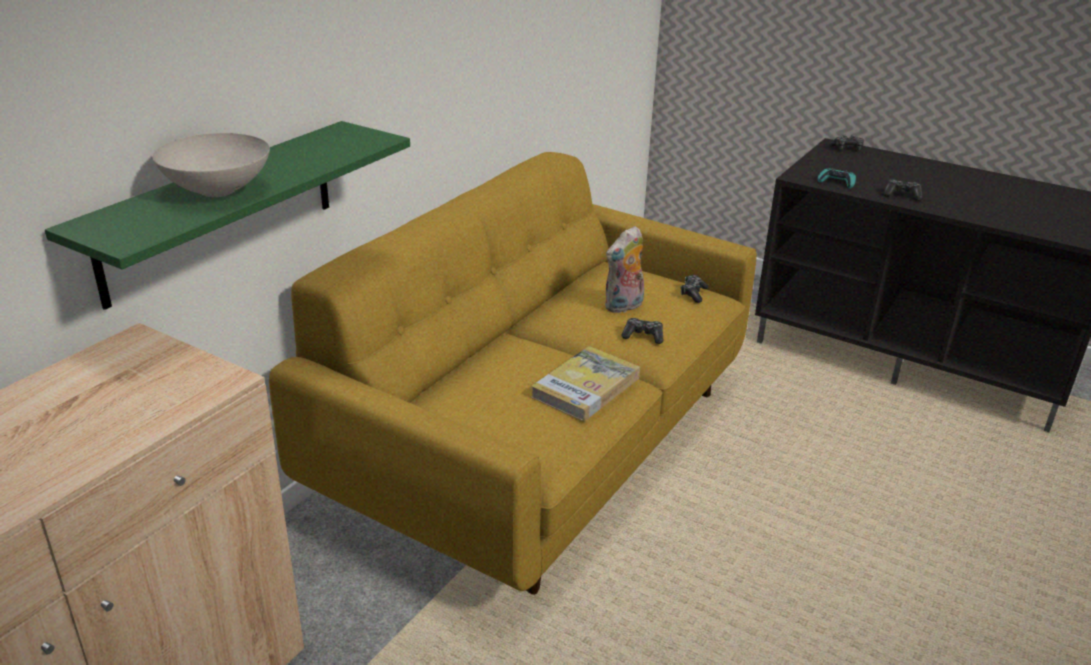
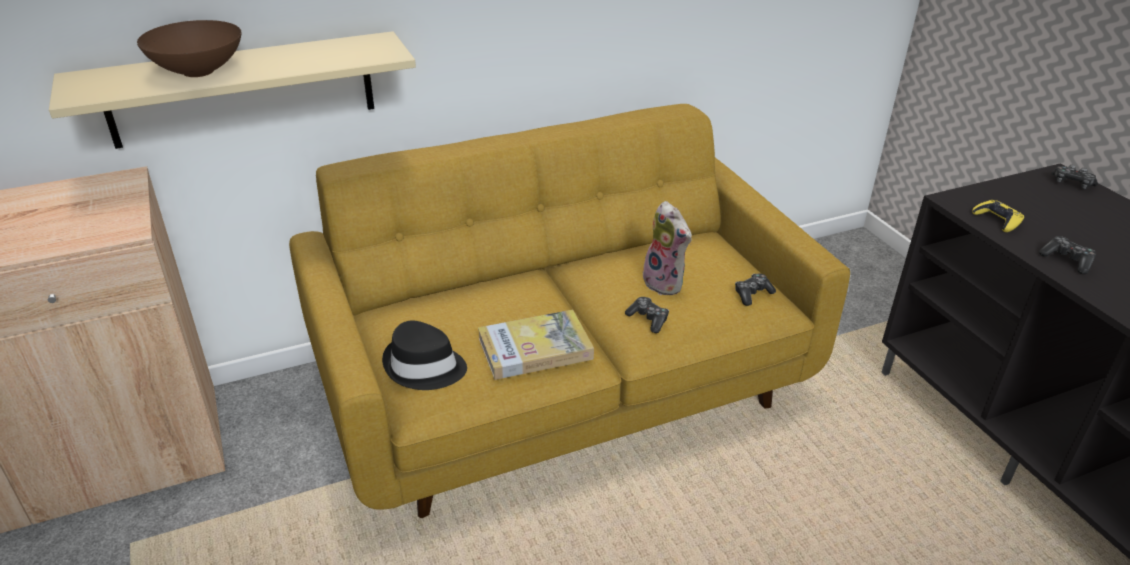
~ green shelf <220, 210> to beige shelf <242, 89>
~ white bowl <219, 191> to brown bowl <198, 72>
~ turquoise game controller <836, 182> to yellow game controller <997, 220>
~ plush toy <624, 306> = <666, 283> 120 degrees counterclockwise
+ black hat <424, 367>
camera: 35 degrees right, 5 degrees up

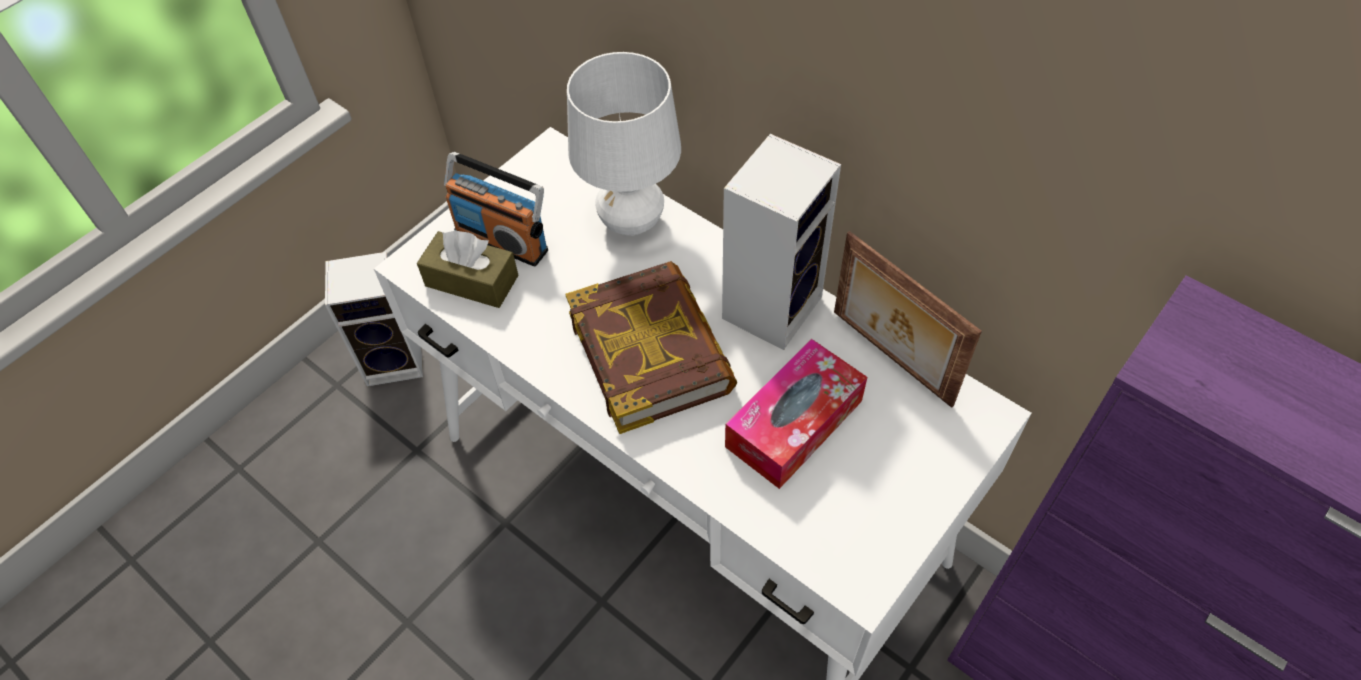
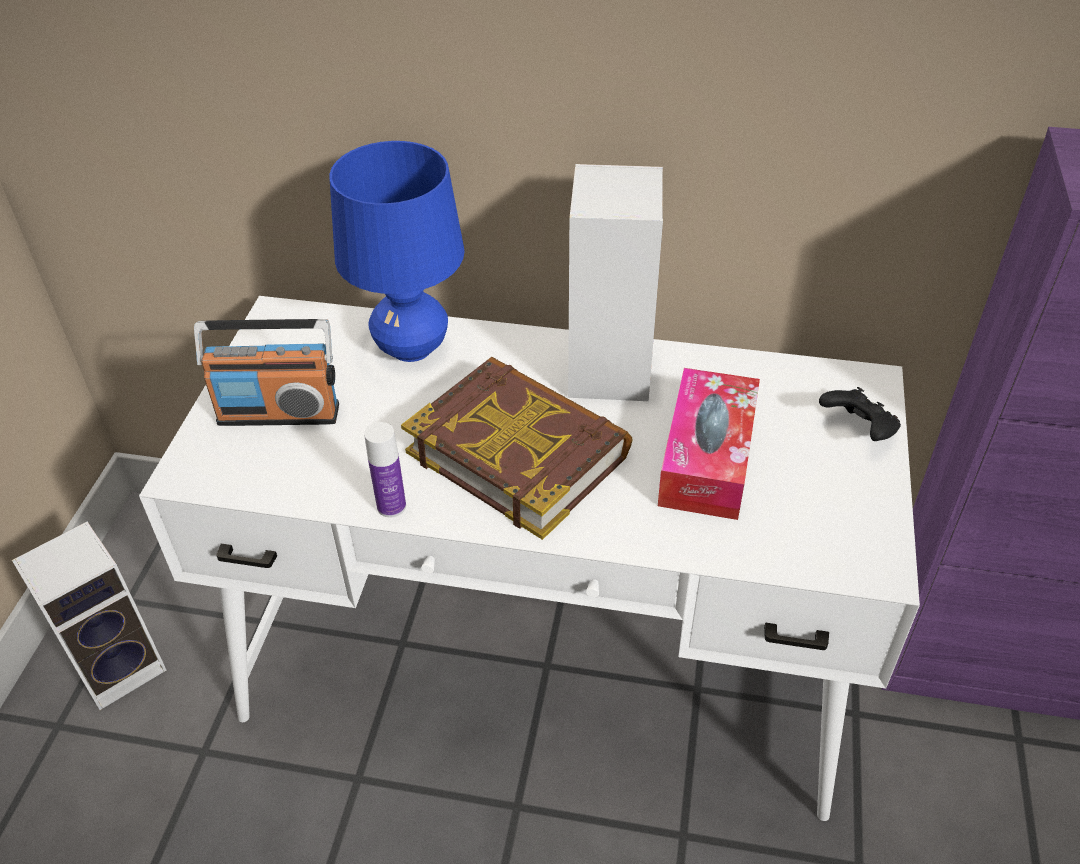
~ white table lamp <632, 222> to blue table lamp <412, 348>
- brown tissue box <472, 280>
- picture frame <889, 359>
+ black game controller <858, 430>
+ bottle <391, 506>
camera: 30 degrees left, 10 degrees down

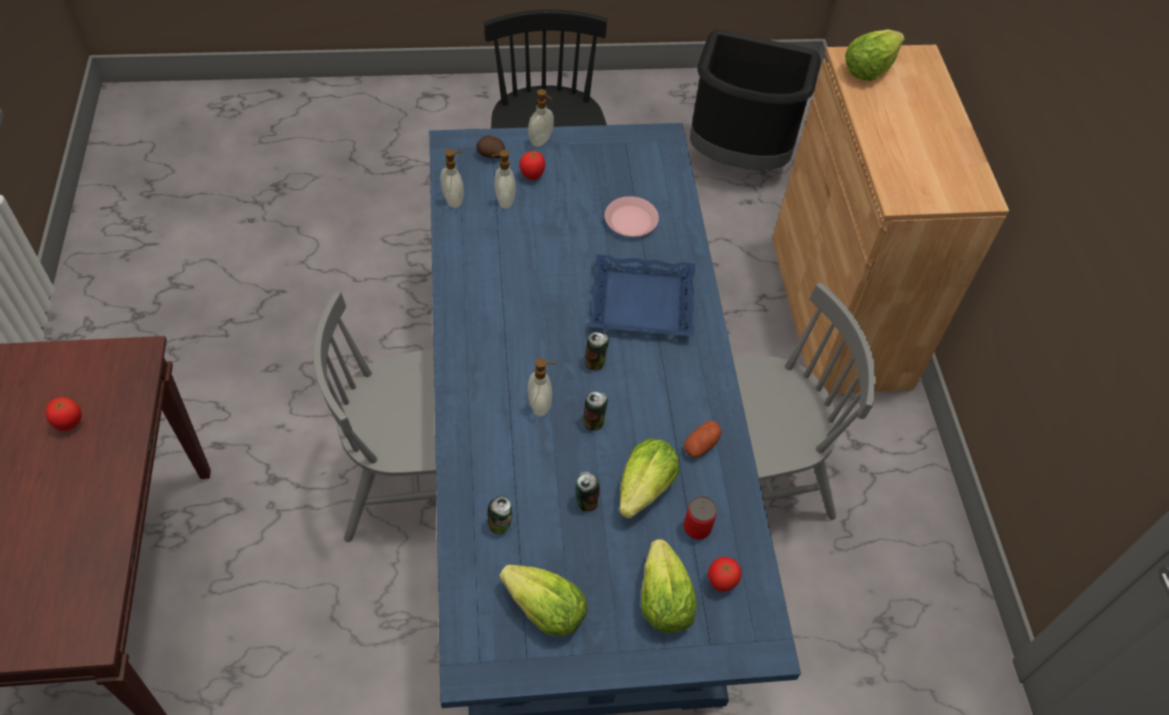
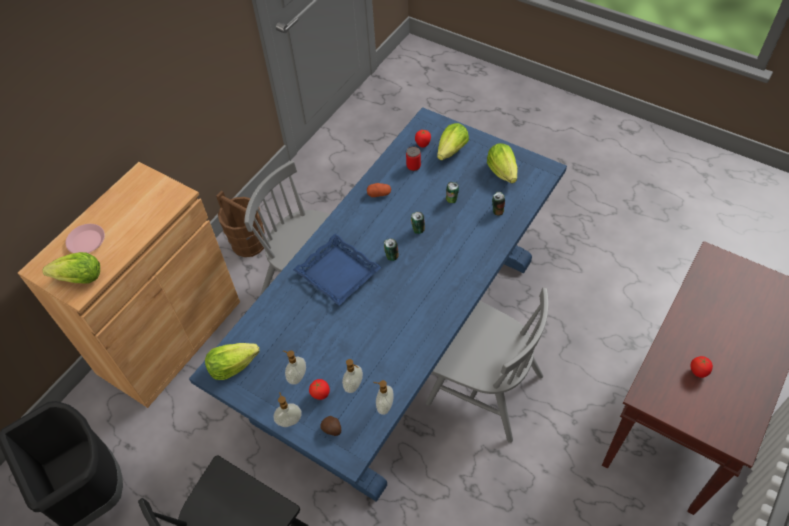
~ pink plate <631, 221> to <86, 241>
~ soap dispenser <540, 405> to <297, 377>
~ lettuce <645, 488> to <232, 366>
+ brown bucket <248, 243>
camera: 135 degrees left, 0 degrees up

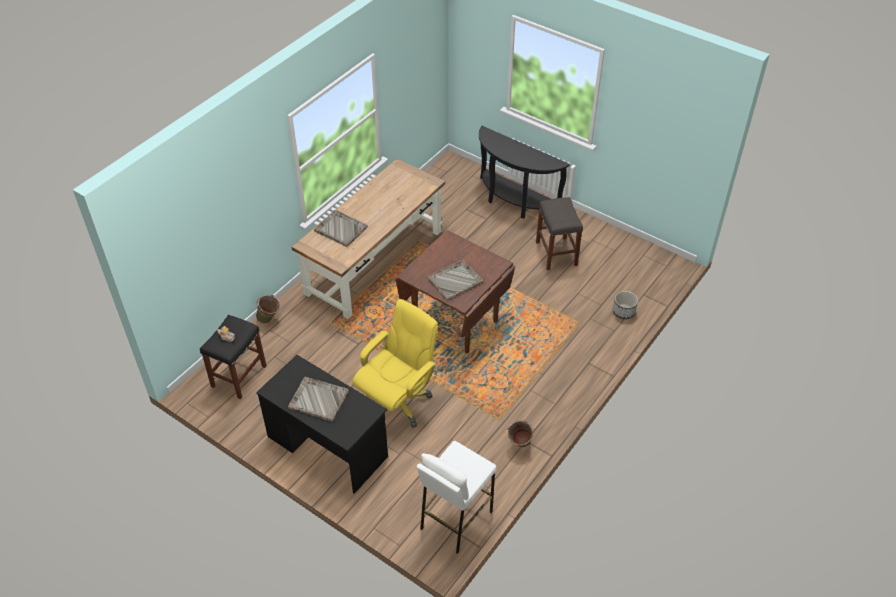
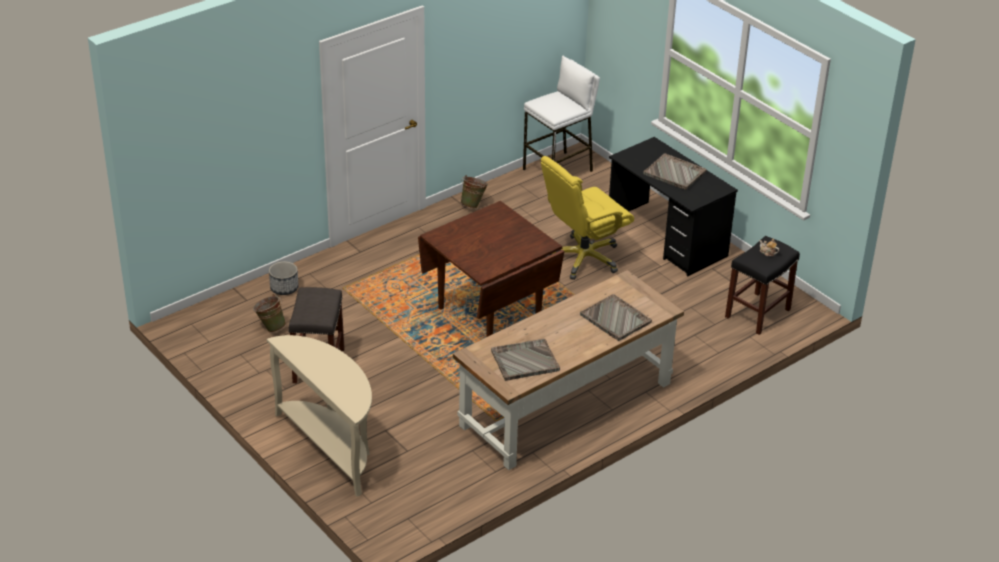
~ black console table <513, 202> to beige console table <332, 447>
~ grey tray <455, 280> to <524, 361>
~ green bucket <269, 319> to <270, 327>
camera: 165 degrees left, 10 degrees down

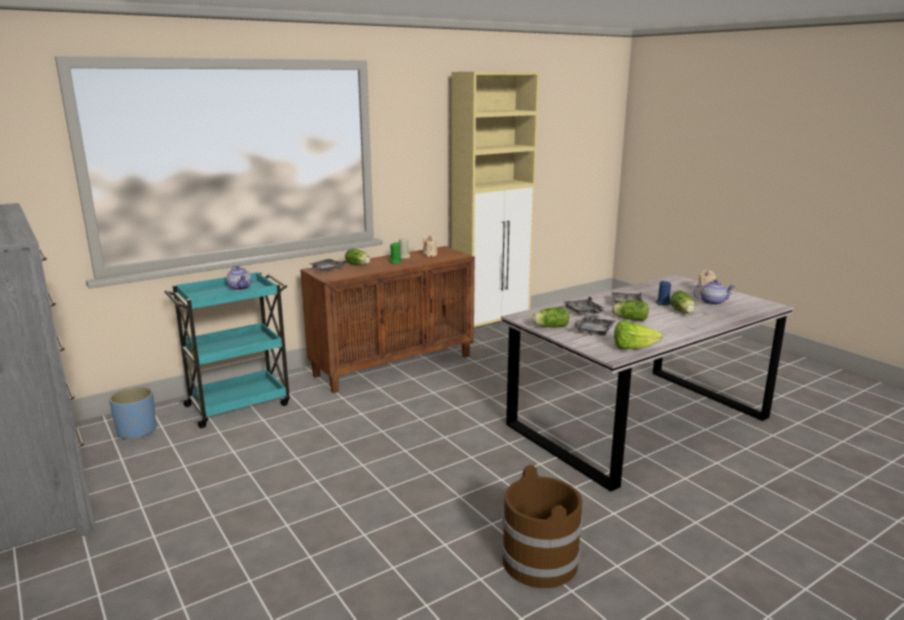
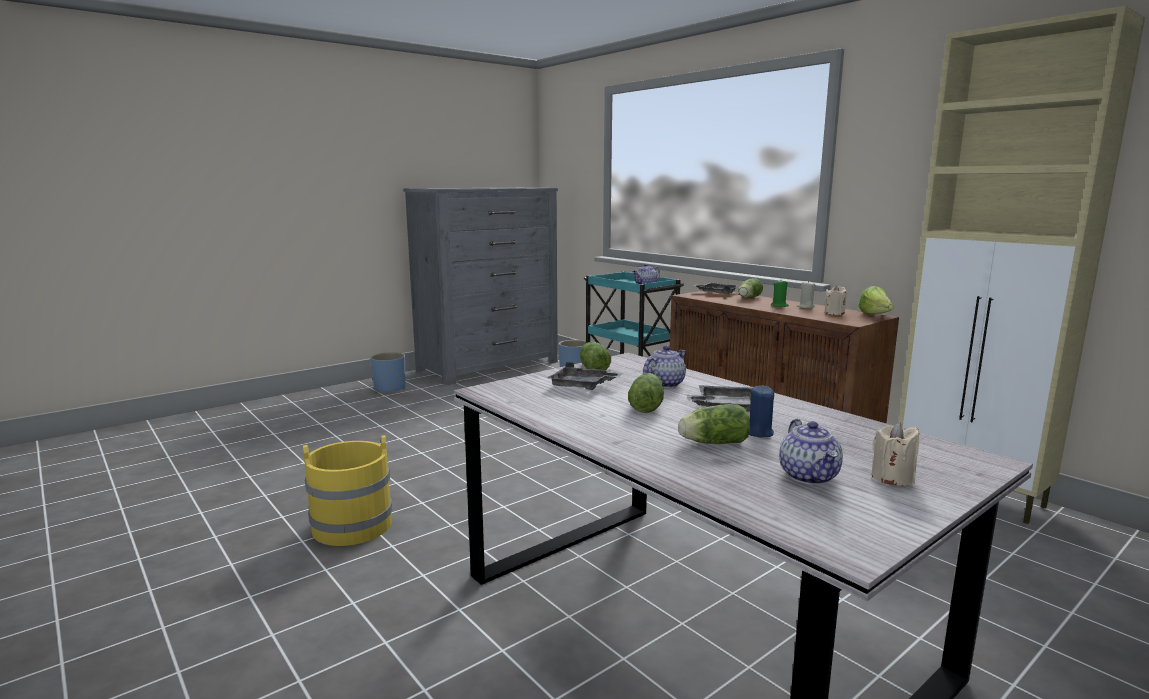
~ grey tray <584, 312> to teapot <664, 384>
~ lettuce <633, 348> to <876, 316>
~ brown bucket <540, 562> to yellow bucket <351, 526>
+ blue planter <390, 389>
camera: 85 degrees right, 5 degrees down

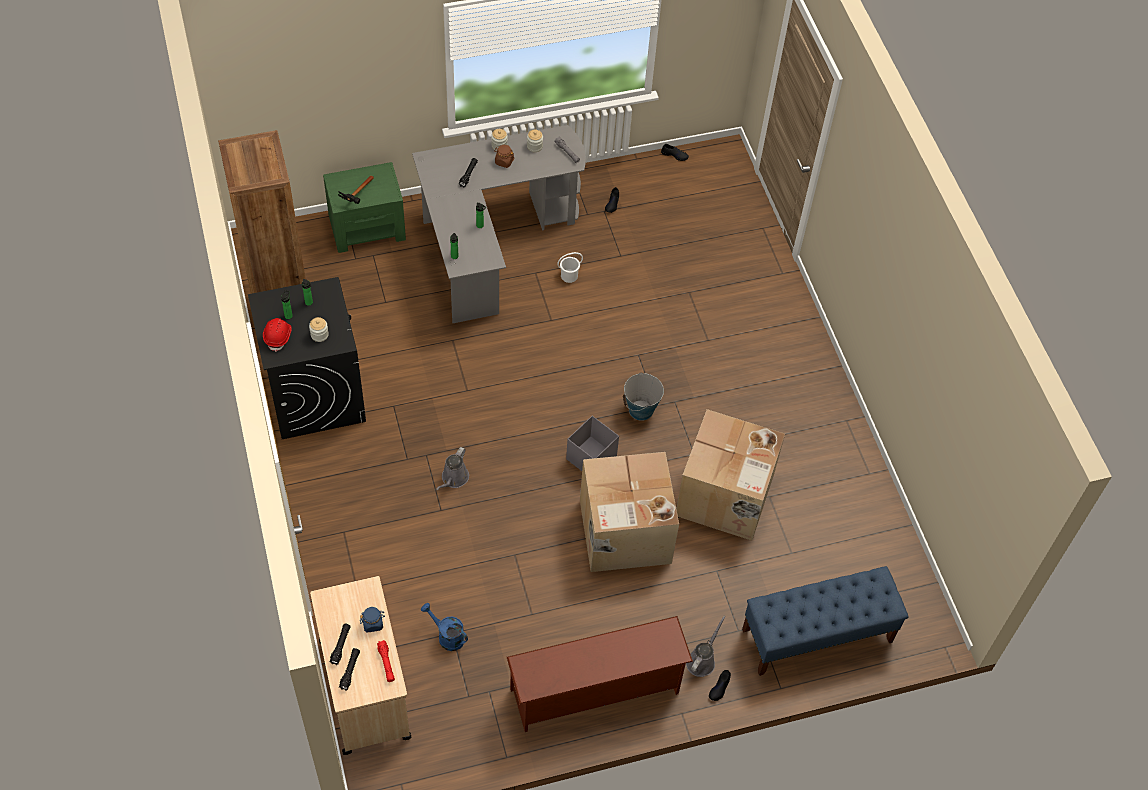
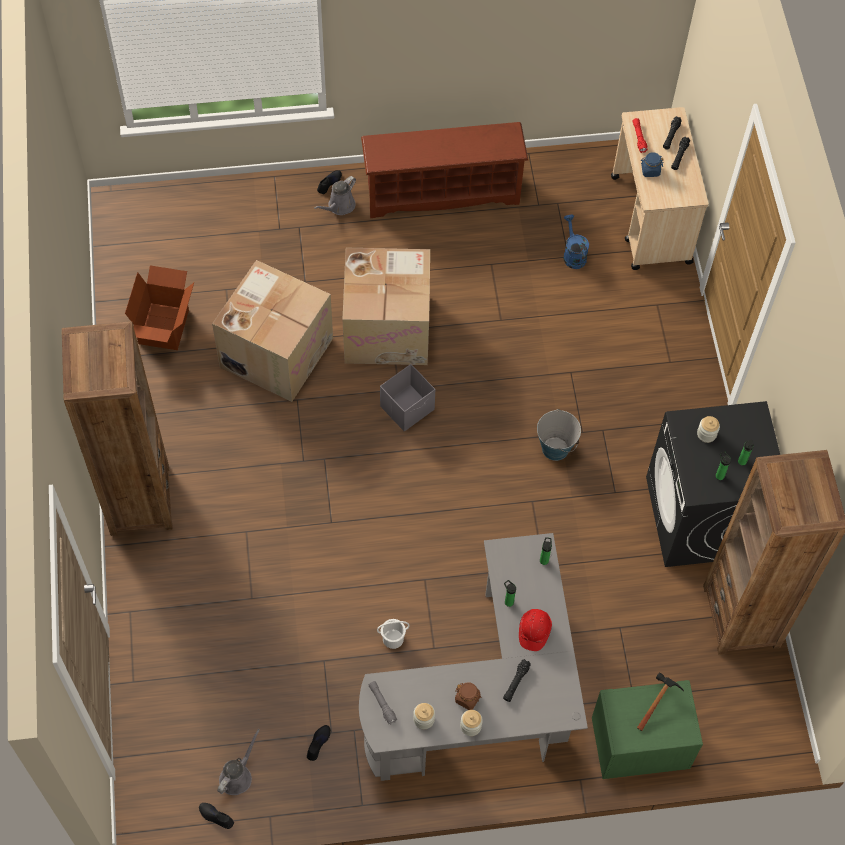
~ red hard hat <278, 336> to <534, 631>
~ bucket <641, 410> to <555, 448>
~ grey watering can <454, 479> to <237, 776>
- blue bench <816, 636>
~ blue watering can <447, 636> = <573, 254> 150 degrees counterclockwise
+ cardboard box <165, 327>
+ brown bookcase <139, 500>
camera: 170 degrees left, 5 degrees up

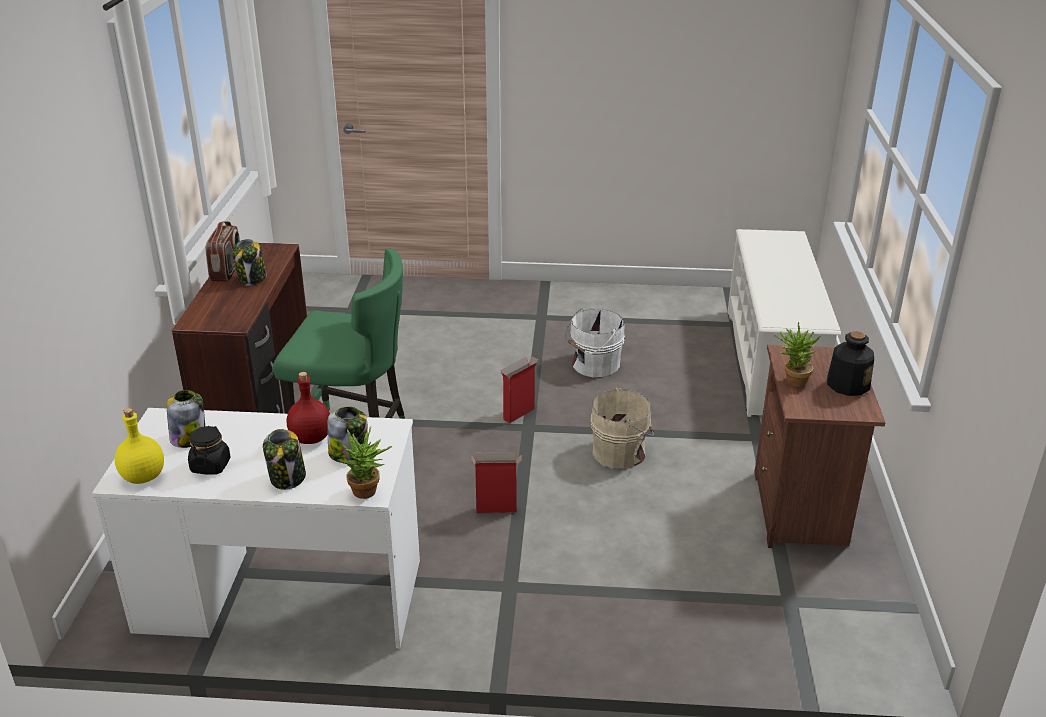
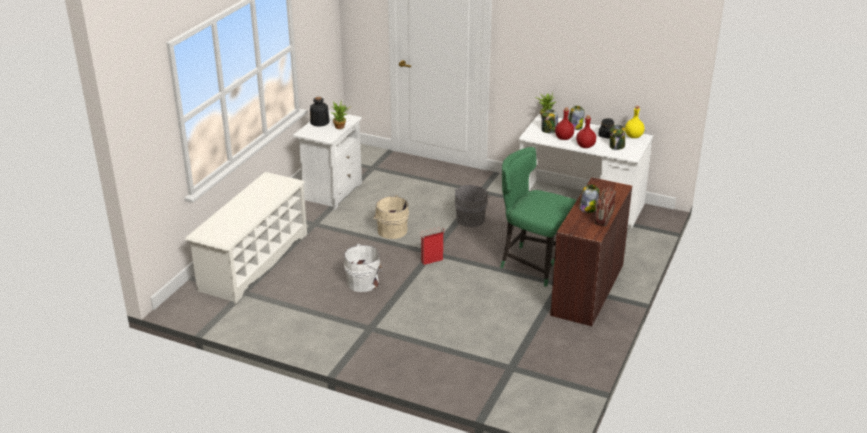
~ brown nightstand <801, 511> to white nightstand <331, 192>
~ cardboard box <497, 509> to grey bucket <471, 218>
+ red bottle <585, 146>
camera: 160 degrees left, 0 degrees up

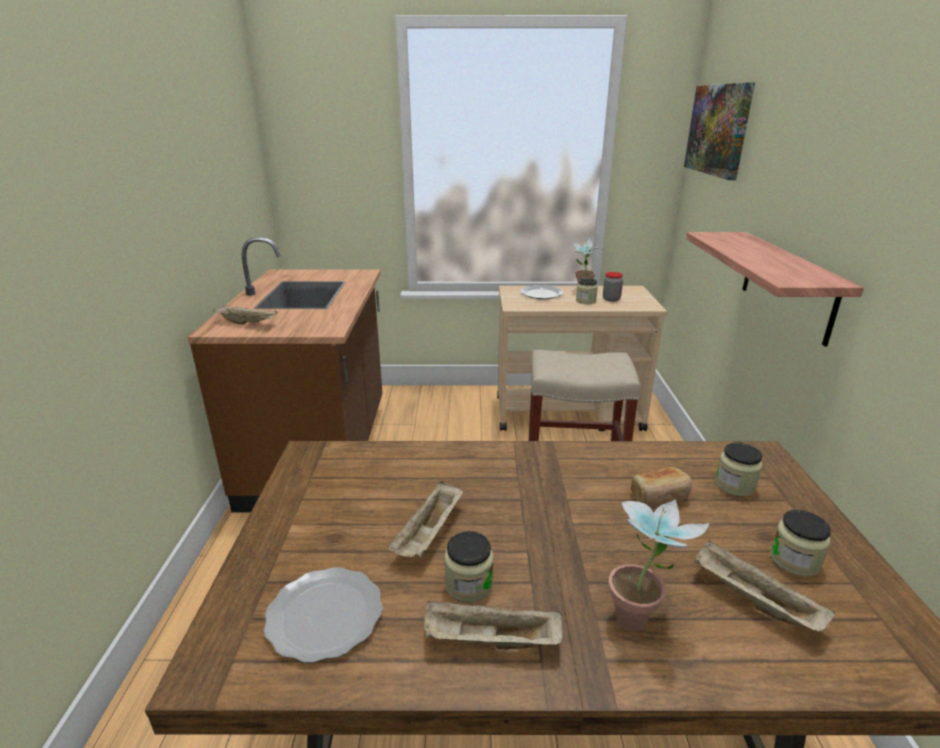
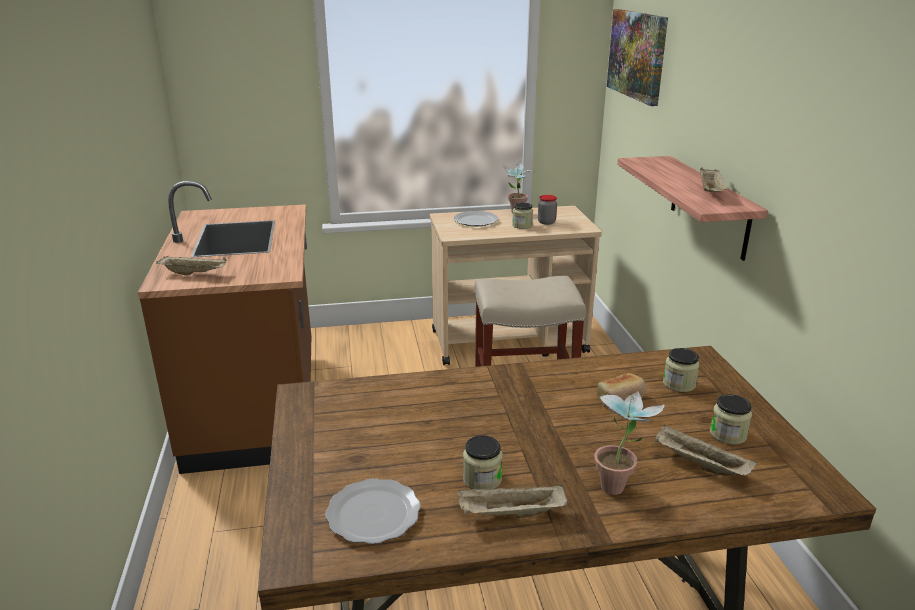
~ beige tray <429, 534> to <710, 192>
camera: 10 degrees left, 0 degrees up

